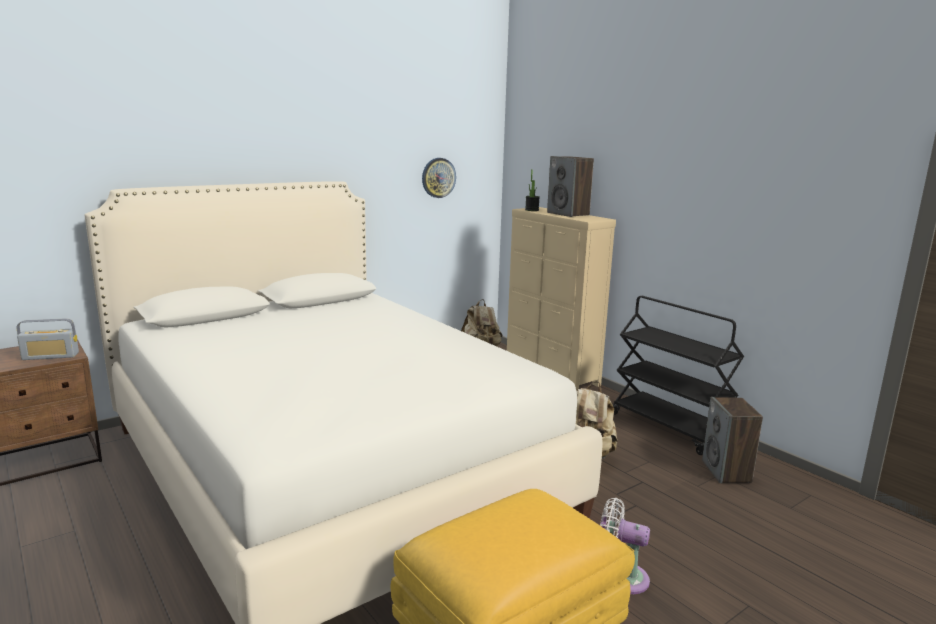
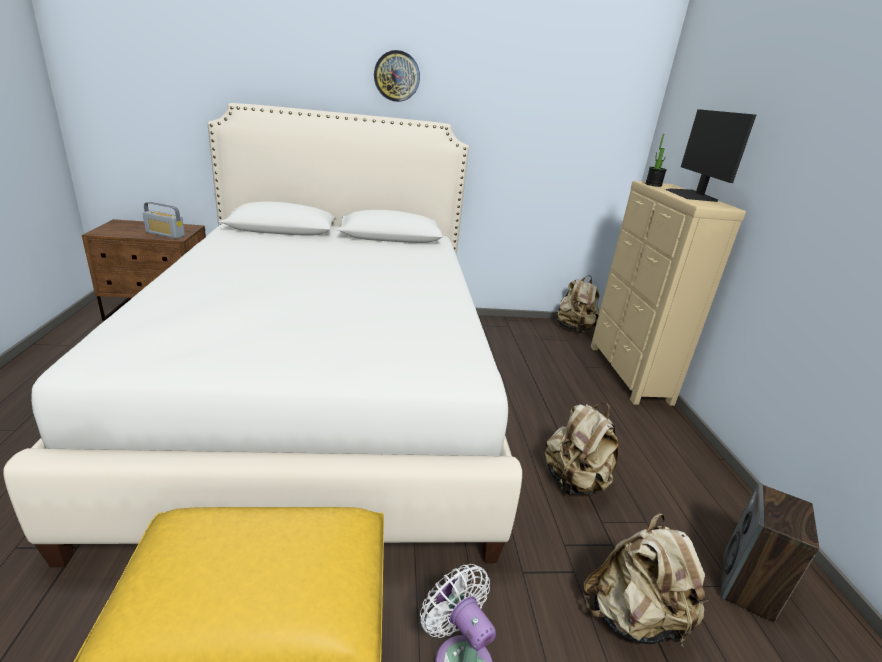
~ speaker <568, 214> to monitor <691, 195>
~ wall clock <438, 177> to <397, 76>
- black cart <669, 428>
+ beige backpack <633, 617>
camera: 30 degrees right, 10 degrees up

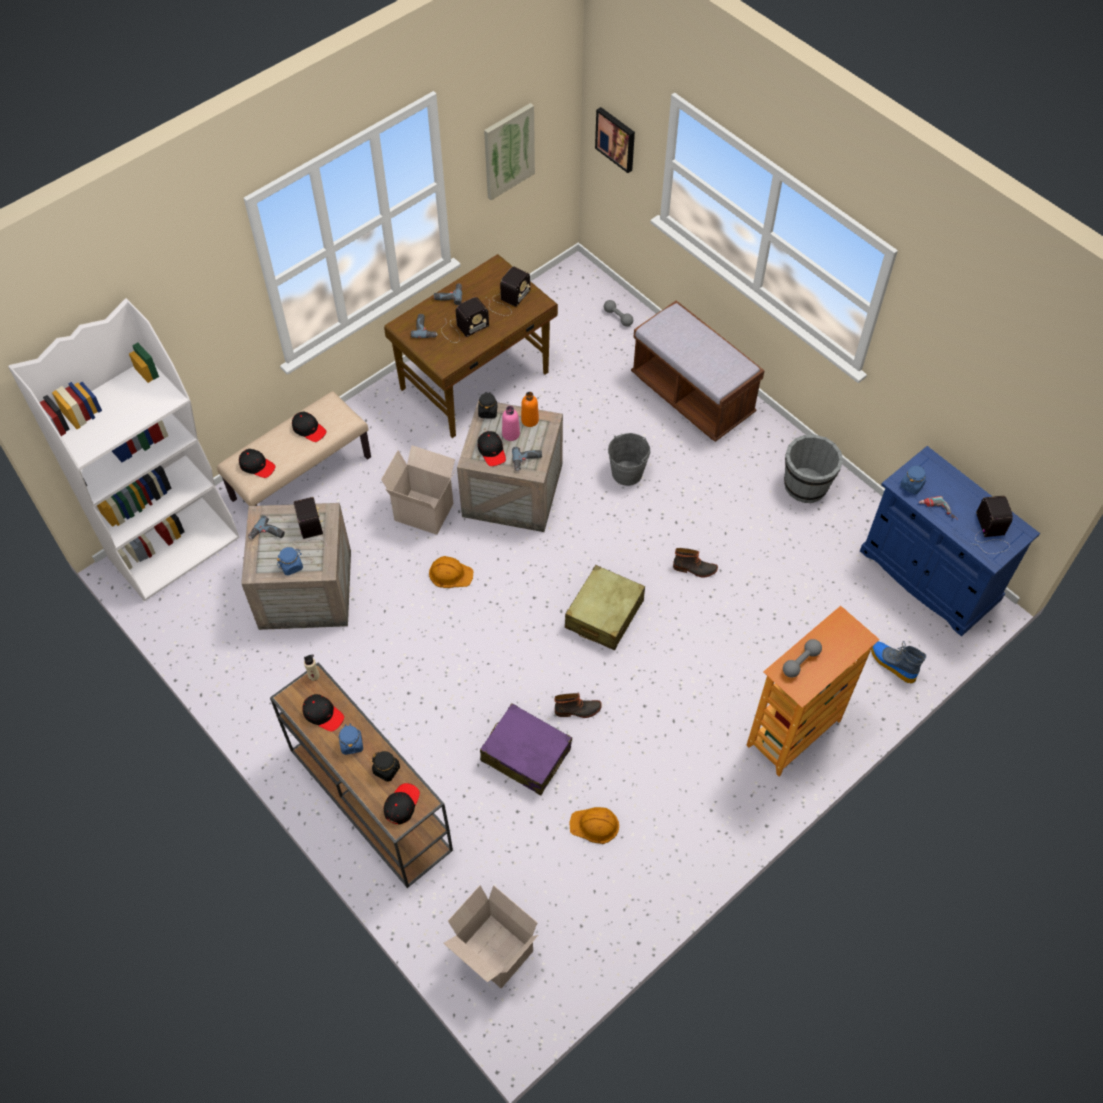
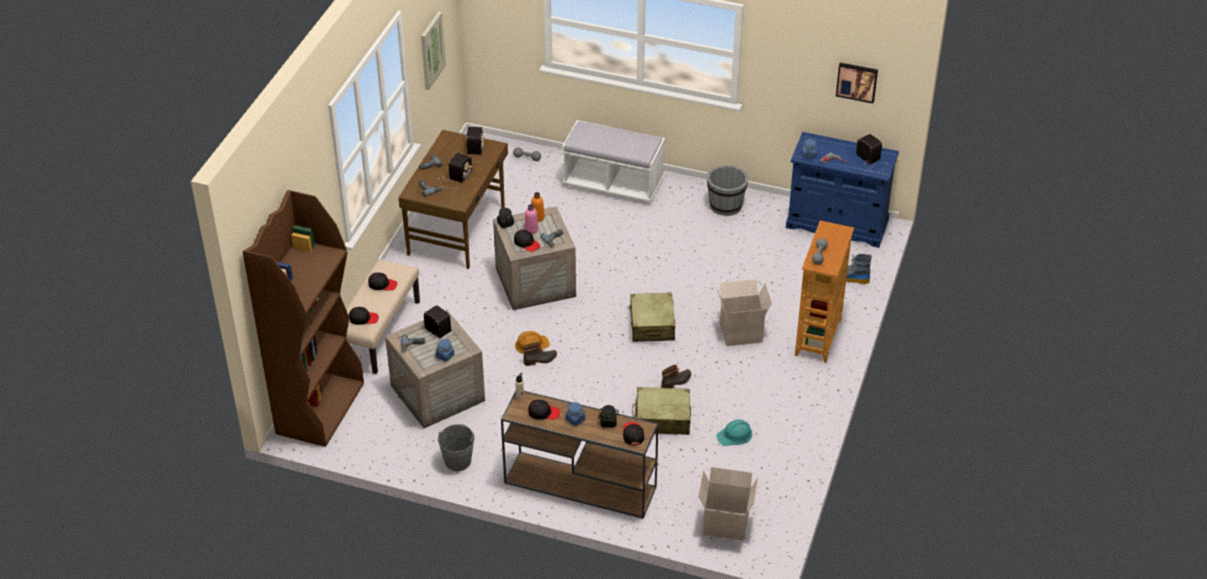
~ picture <616, 139> to <857, 81>
~ white bookcase <175, 547> to brown bookcase <320, 408>
~ brown bench <692, 396> to white bench <613, 184>
~ grey bucket <627, 473> to <458, 461>
~ cardboard box <425, 511> to <741, 332>
~ boot <694, 569> to <540, 360>
~ purple suitcase <525, 755> to beige suitcase <662, 418>
~ orange hard hat <595, 825> to turquoise hard hat <735, 435>
camera: 30 degrees left, 15 degrees down

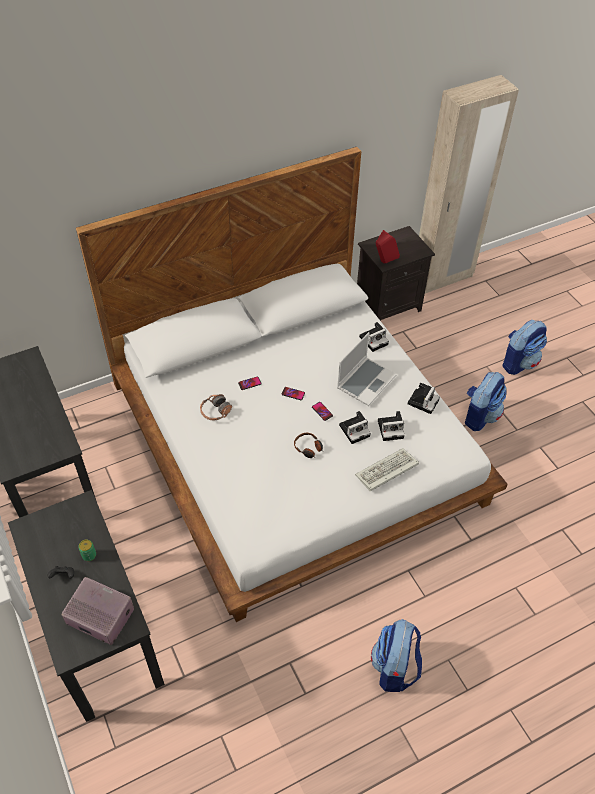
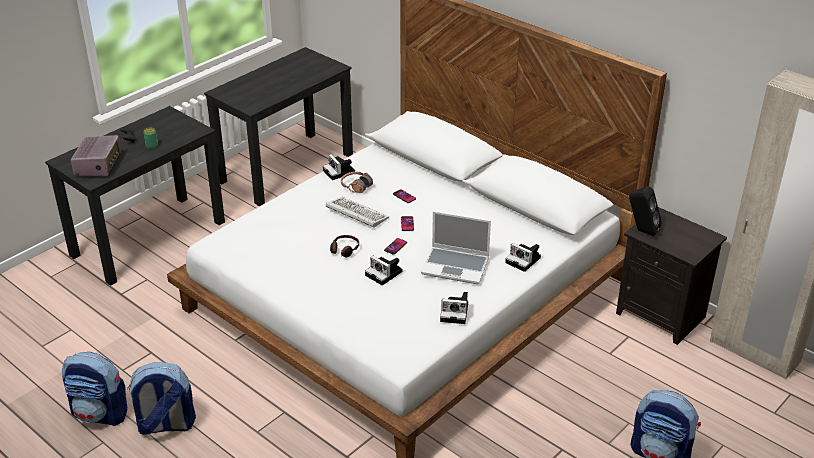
~ red speaker <384, 262> to black speaker <641, 231>
~ backpack <479, 416> to <101, 413>
~ photo camera <391, 429> to <340, 172>
~ keyboard <386, 472> to <355, 213>
camera: 70 degrees right, 15 degrees down

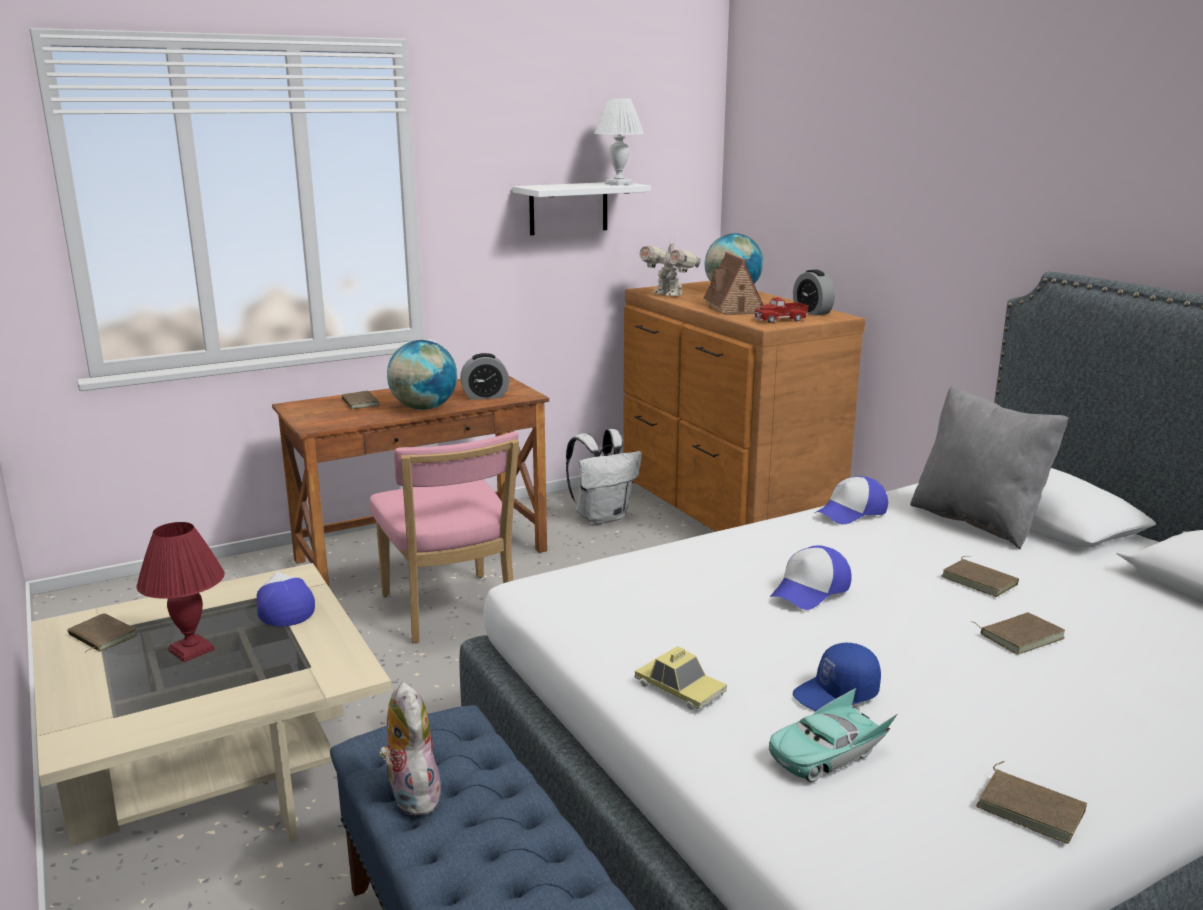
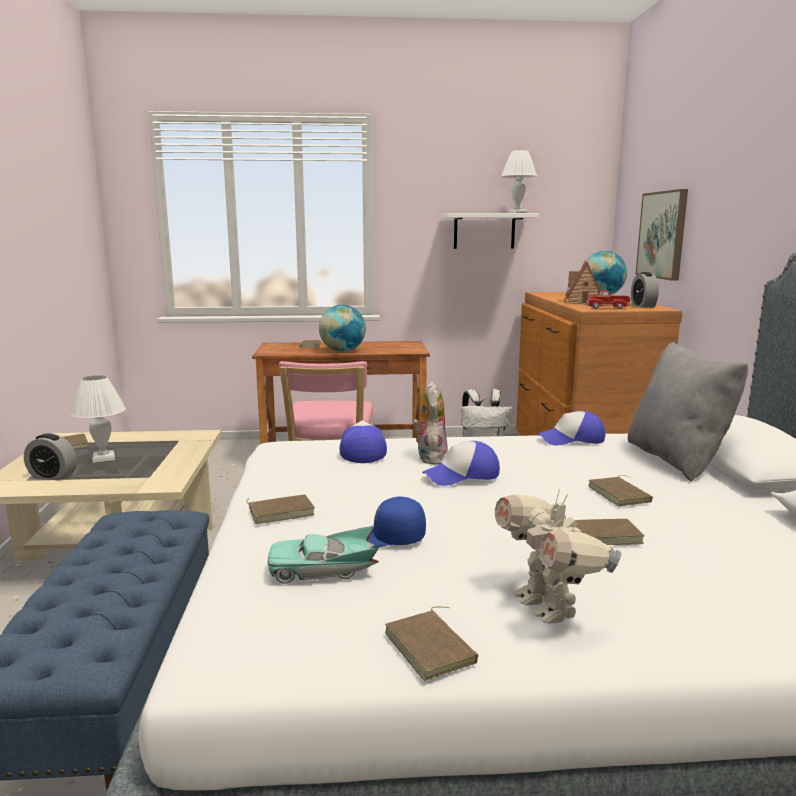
~ toy robot <668, 294> to <548, 607>
~ alarm clock <485, 396> to <52, 476>
~ red table lamp <190, 650> to white table lamp <103, 458>
~ cap <283, 608> to <362, 451>
~ toy car <679, 689> to brown book <281, 511>
~ plush toy <411, 795> to <429, 457>
+ picture <662, 235>
camera: 25 degrees right, 5 degrees down

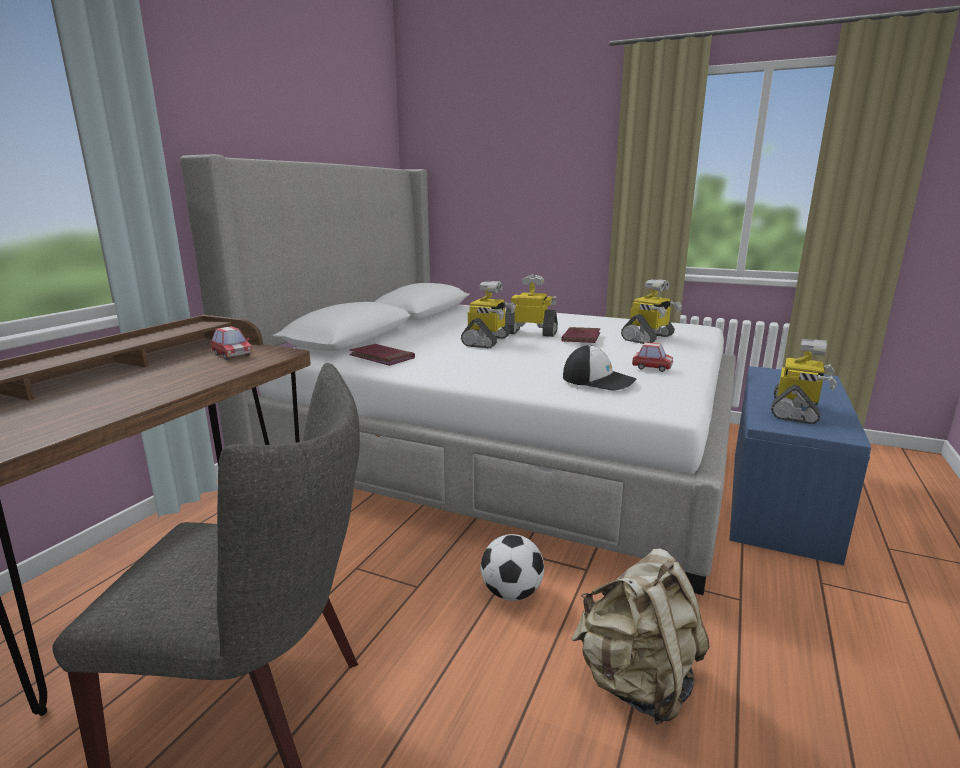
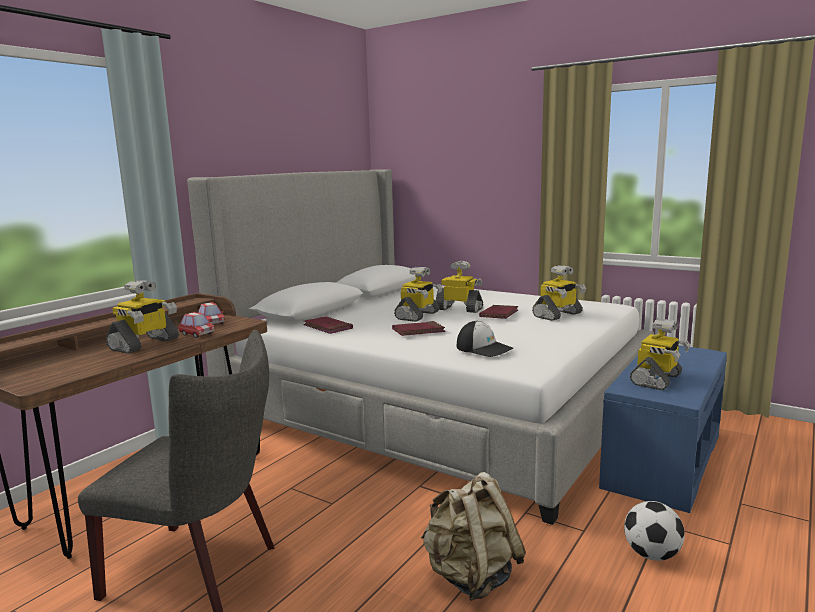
~ toy car <652, 367> to <197, 334>
~ football <511, 593> to <651, 554>
+ toy robot <144, 344>
+ red book <418, 331>
camera: 10 degrees right, 5 degrees down

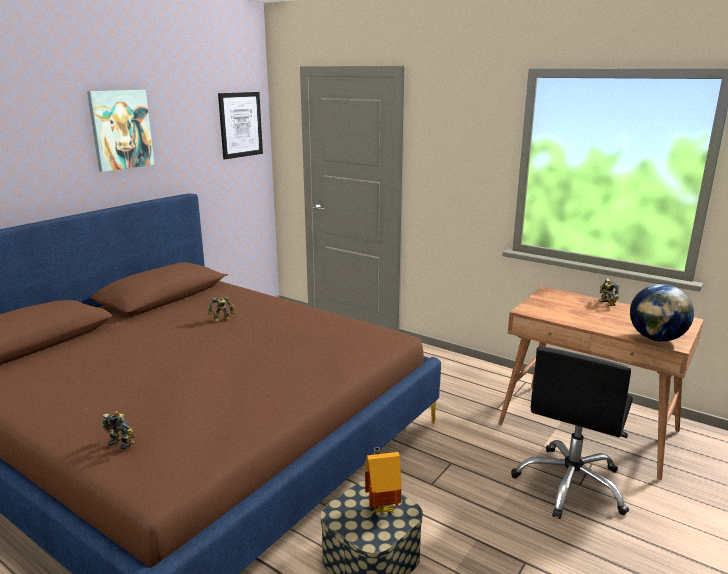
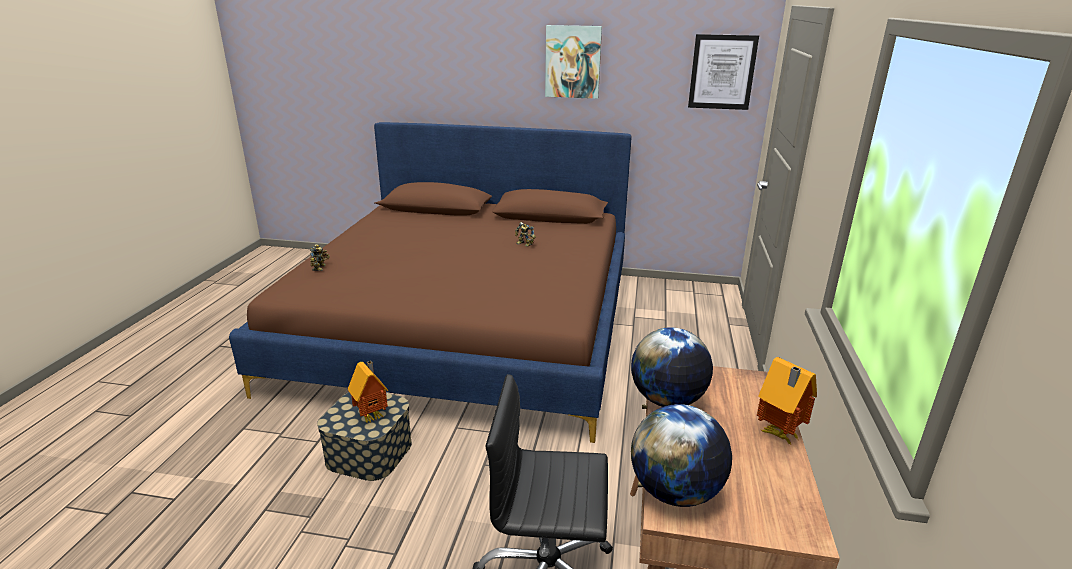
~ toy robot <605, 303> to toy house <778, 435>
+ globe <667, 400>
camera: 65 degrees right, 5 degrees up

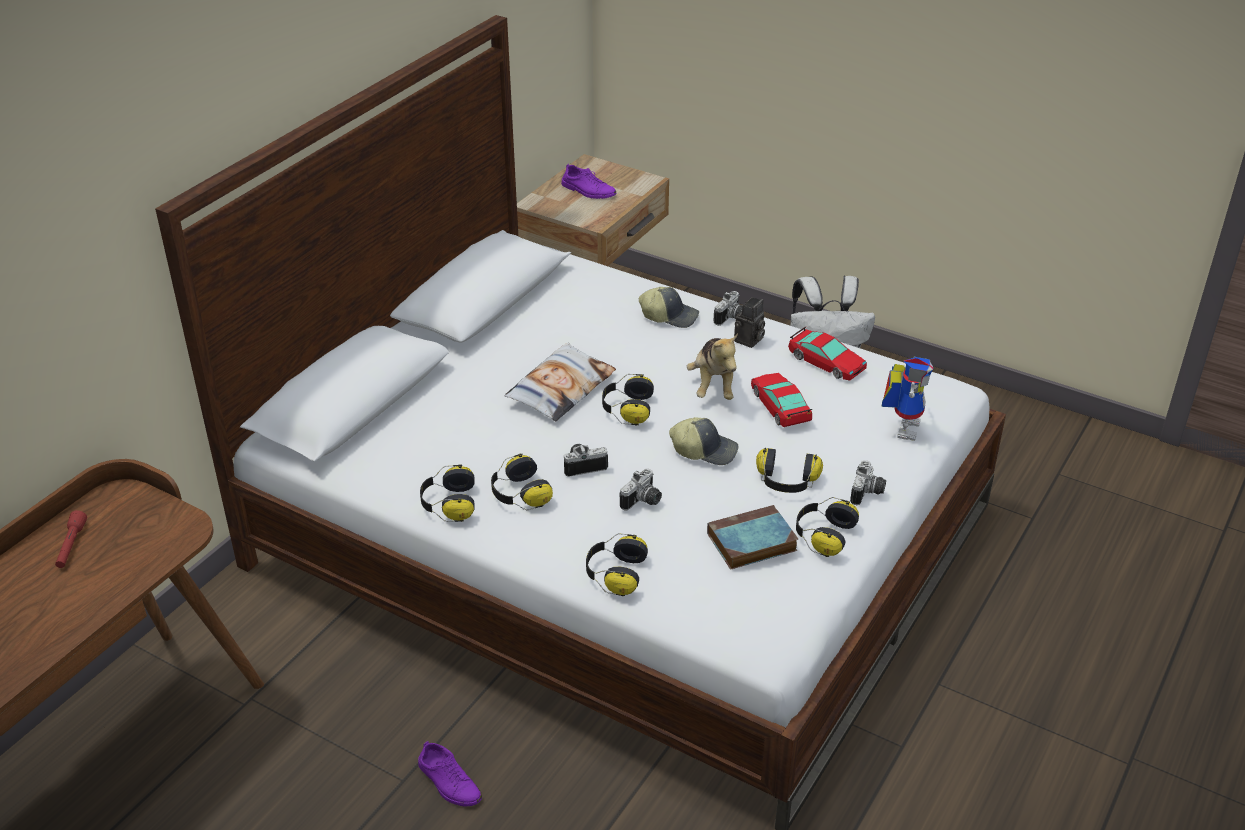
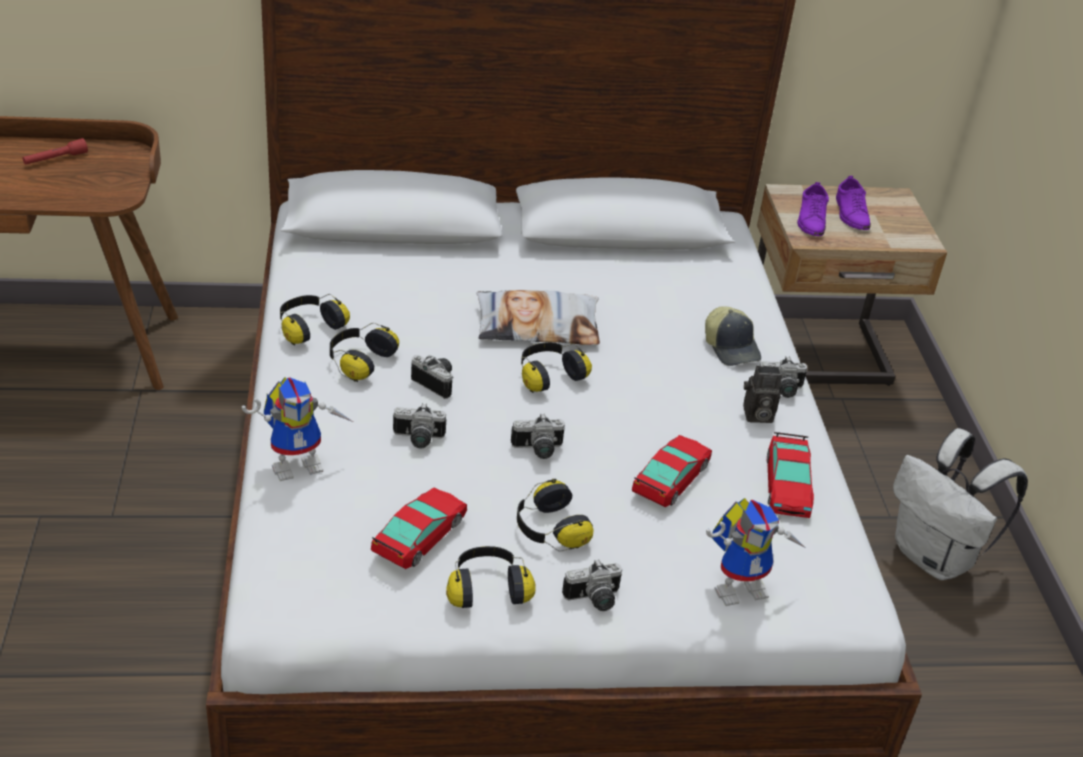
- plush toy <713, 385>
~ cap <704, 450> to photo camera <538, 450>
~ book <750, 543> to toy car <420, 536>
~ headphones <614, 574> to toy robot <299, 463>
~ purple shoe <449, 782> to <811, 220>
camera: 50 degrees right, 0 degrees up

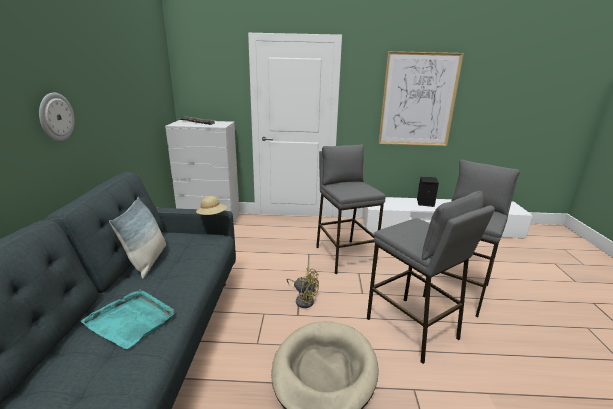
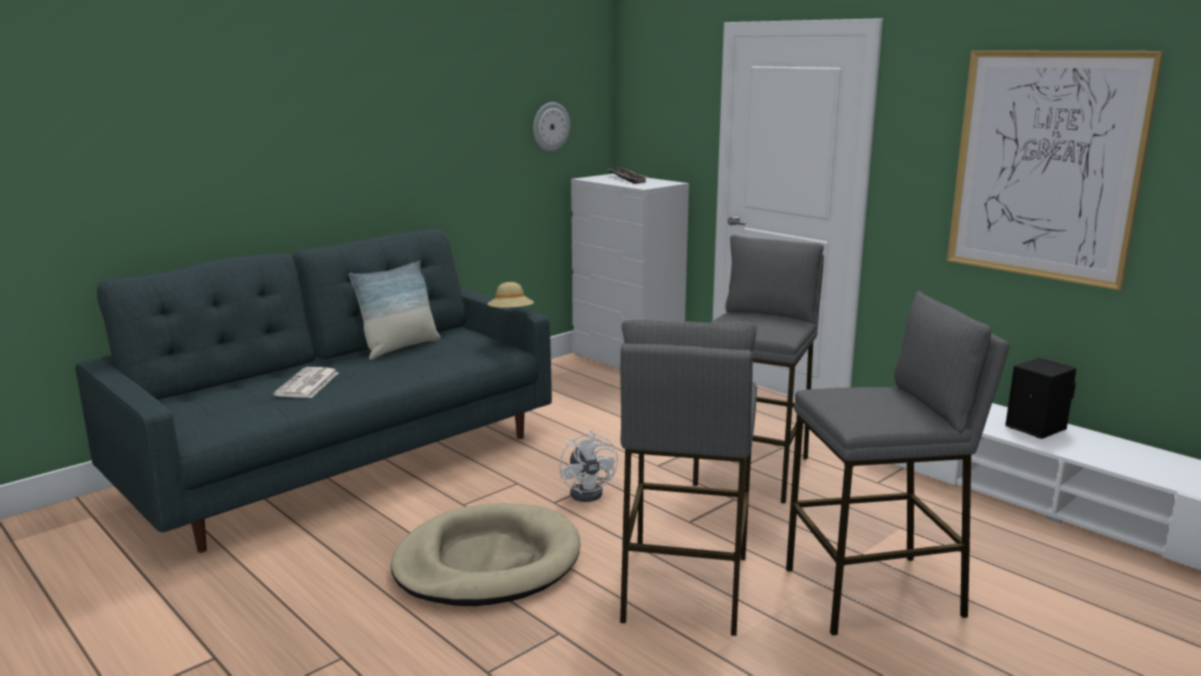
~ wall clock <56, 117> to <550, 126>
~ yellow fan <303, 300> to white fan <590, 492>
~ turquoise tray <132, 320> to newspaper <307, 384>
camera: 45 degrees right, 5 degrees down

